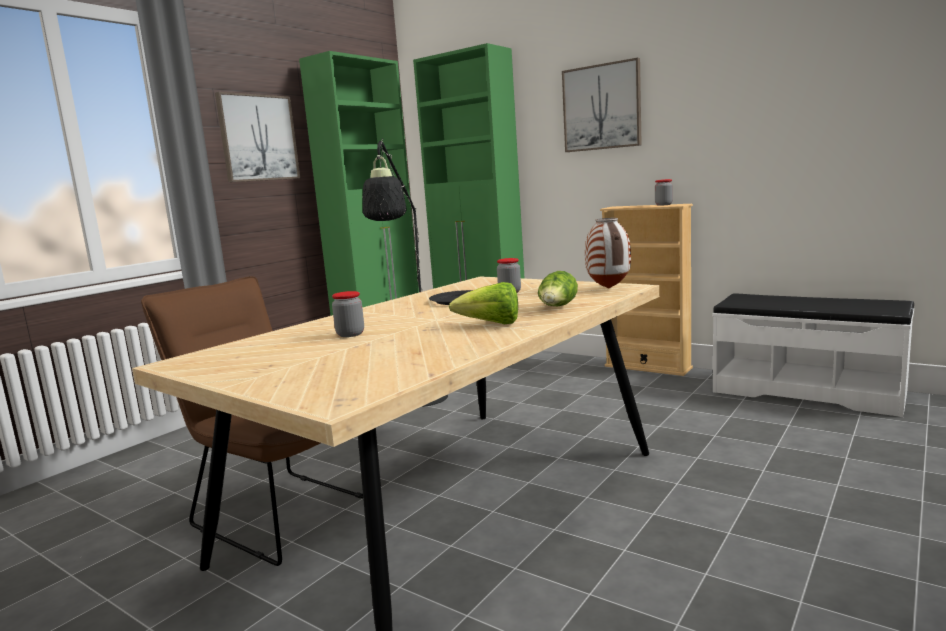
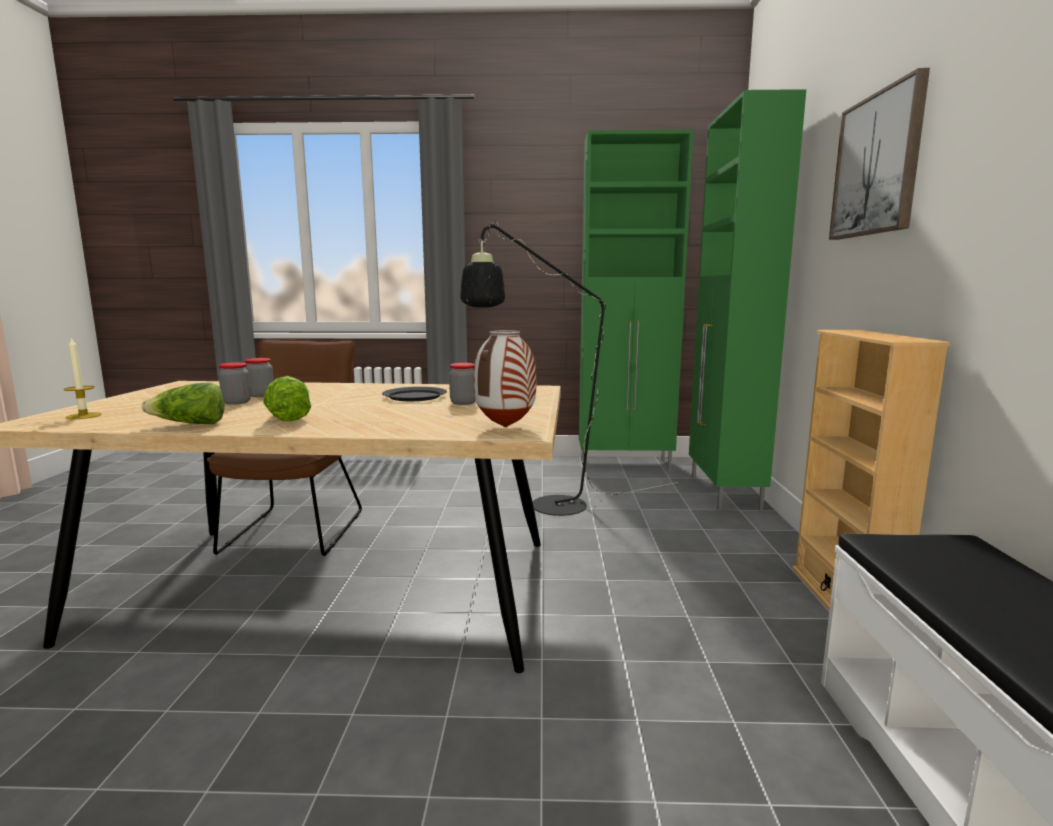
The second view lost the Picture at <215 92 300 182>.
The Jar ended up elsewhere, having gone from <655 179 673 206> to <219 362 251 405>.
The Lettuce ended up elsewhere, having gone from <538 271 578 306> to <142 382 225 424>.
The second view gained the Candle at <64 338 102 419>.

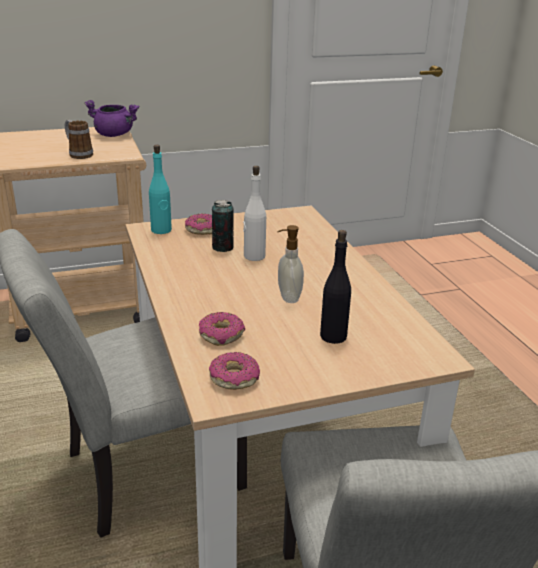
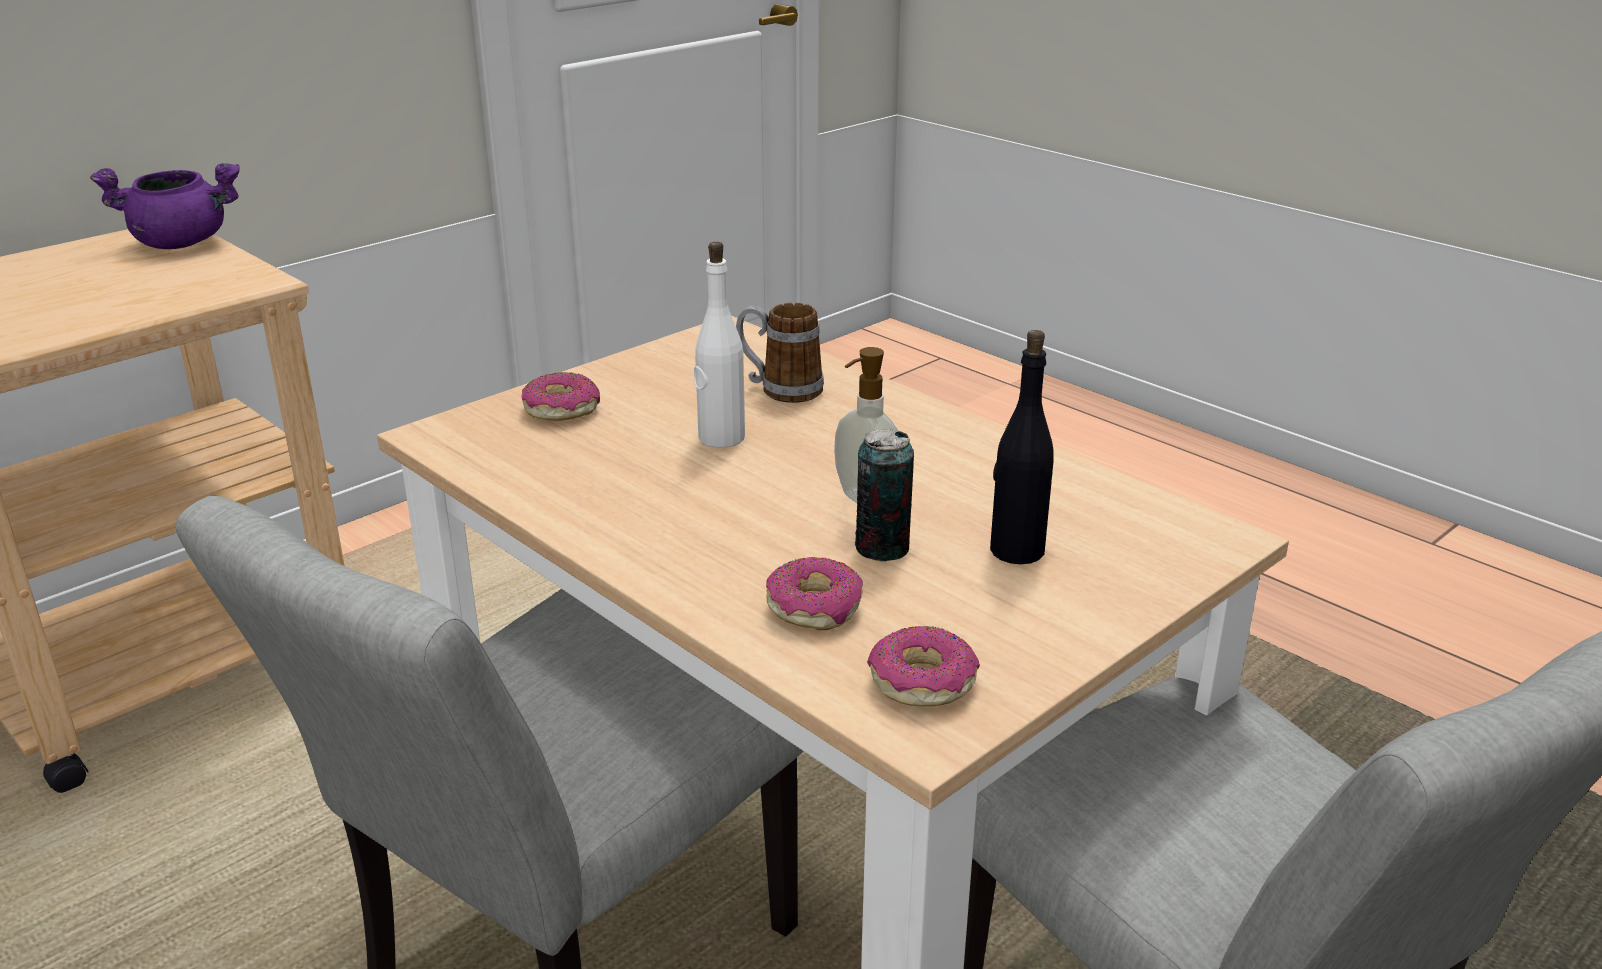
The Mug ended up elsewhere, having gone from <65 120 93 159> to <736 303 824 403>.
The second view lost the TurquoiseBottle at <149 145 172 234>.
The Can ended up elsewhere, having gone from <212 200 234 252> to <855 428 914 561>.

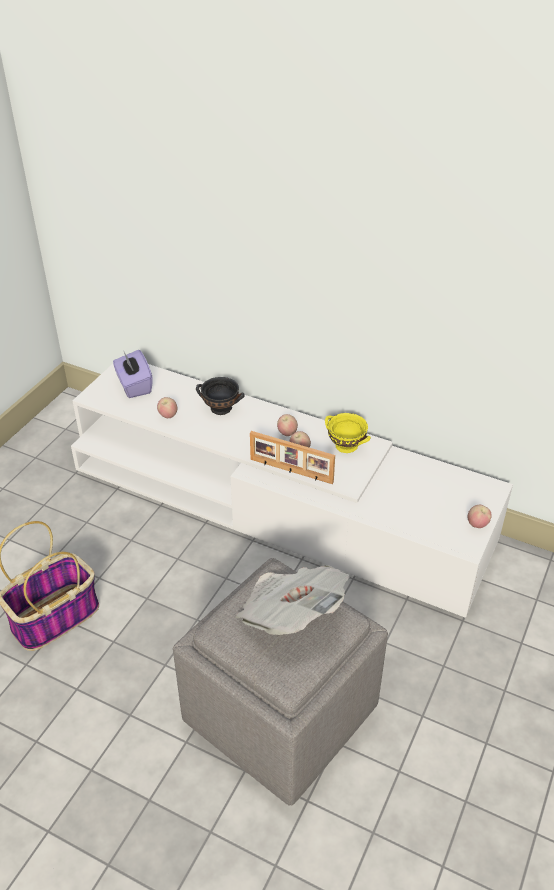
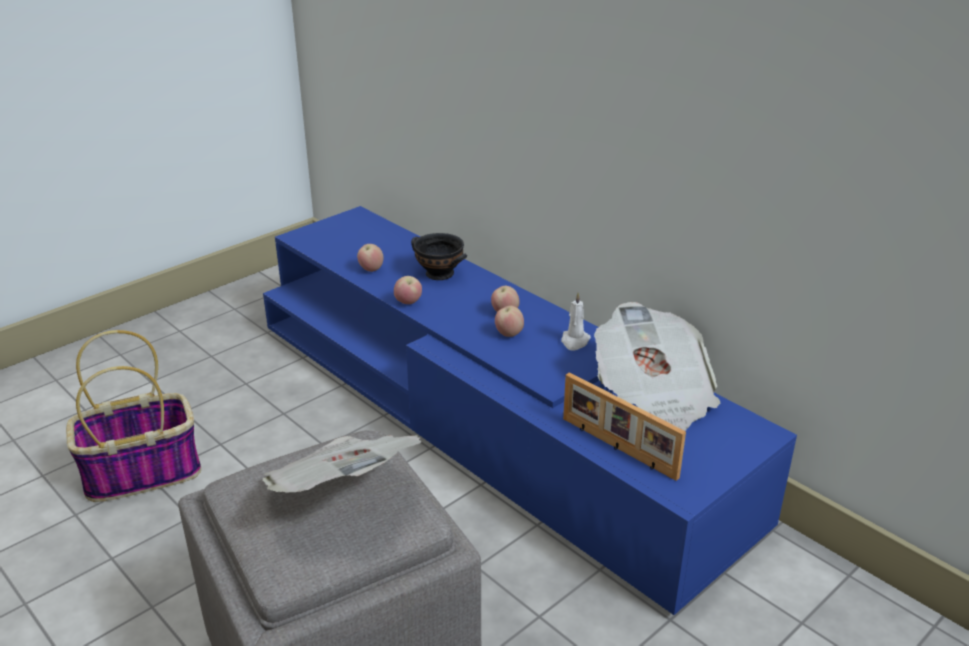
The second view lost the PurpleTissueBox at <113 350 153 398>.
What was the WhiteTvStand at <71 356 513 618> turned into the BlueTvStand at <263 206 797 615>.
Where the YellowBowl stood at <325 413 371 453>, the WhiteCandle came to stand at <561 292 591 351>.
The PictureFrame ended up elsewhere, having gone from <250 431 335 484> to <563 372 686 481>.
The Apple ended up elsewhere, having gone from <468 505 492 528> to <394 276 422 304>.
The second view gained the Newspaper at <594 302 720 431>.

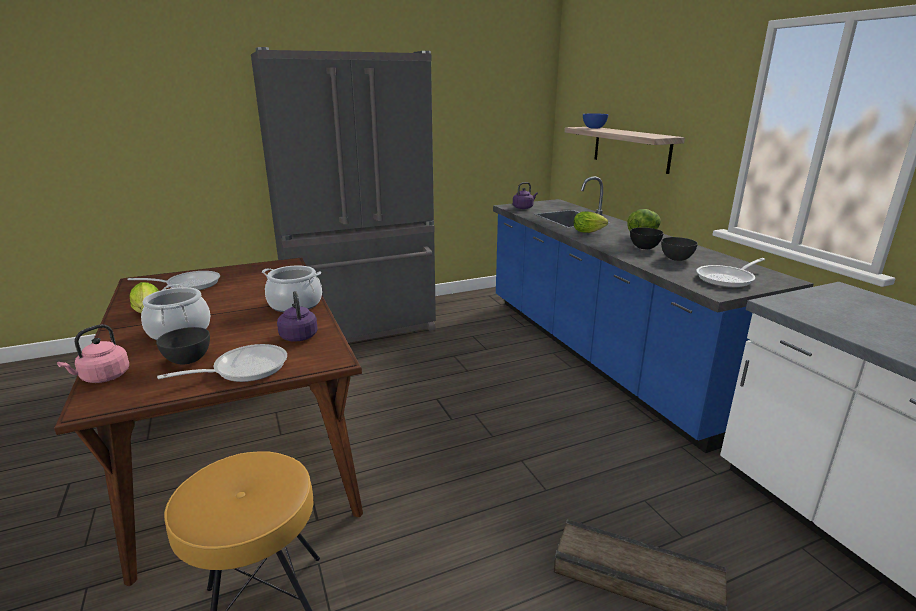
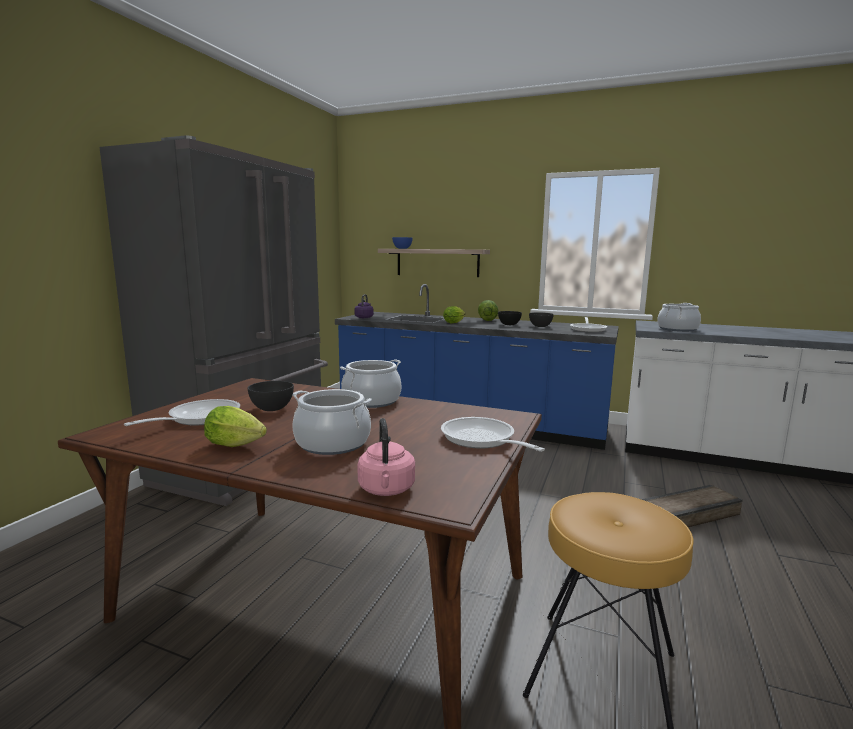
The second view lost the PurpleKettle at <277 291 318 342>.
The GreyBowl ended up elsewhere, having gone from <156 327 210 365> to <247 381 294 411>.
The FryingPan at <157 344 287 382> ended up facing another way, 45 degrees counterclockwise from before.
The second view gained the CookingPot at <657 303 701 332>.

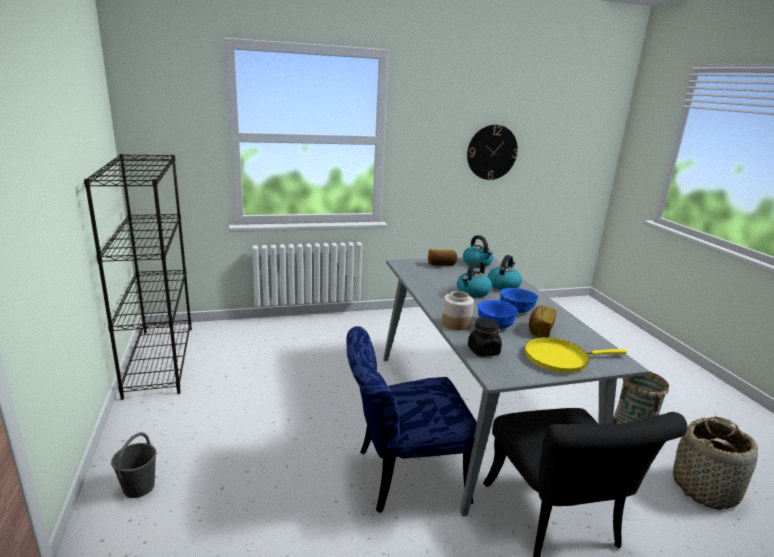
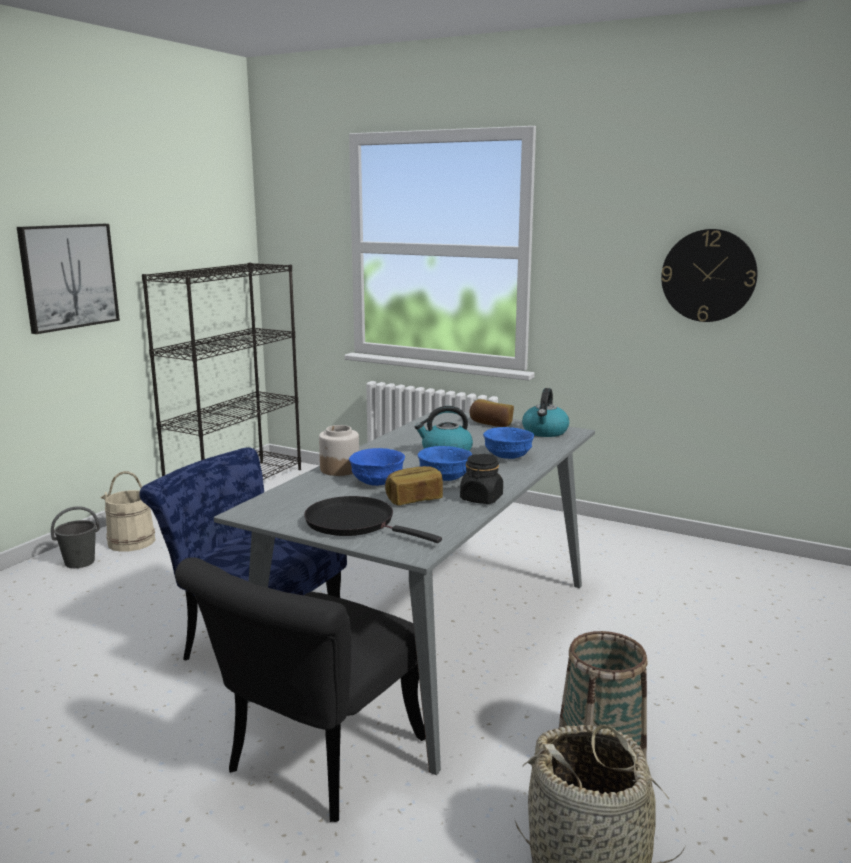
Where the Kettle stood at <488 255 522 290>, the BlueBowl came to stand at <483 427 534 459>.
The BlackJar ended up elsewhere, having gone from <468 317 502 357> to <460 454 503 504>.
What was the YellowFryingPan at <525 337 627 372> turned into the BlackFryingPan at <304 496 442 543>.
The second view gained the Picture at <17 224 120 334>.
The second view gained the BeigeBucket at <101 471 156 552>.

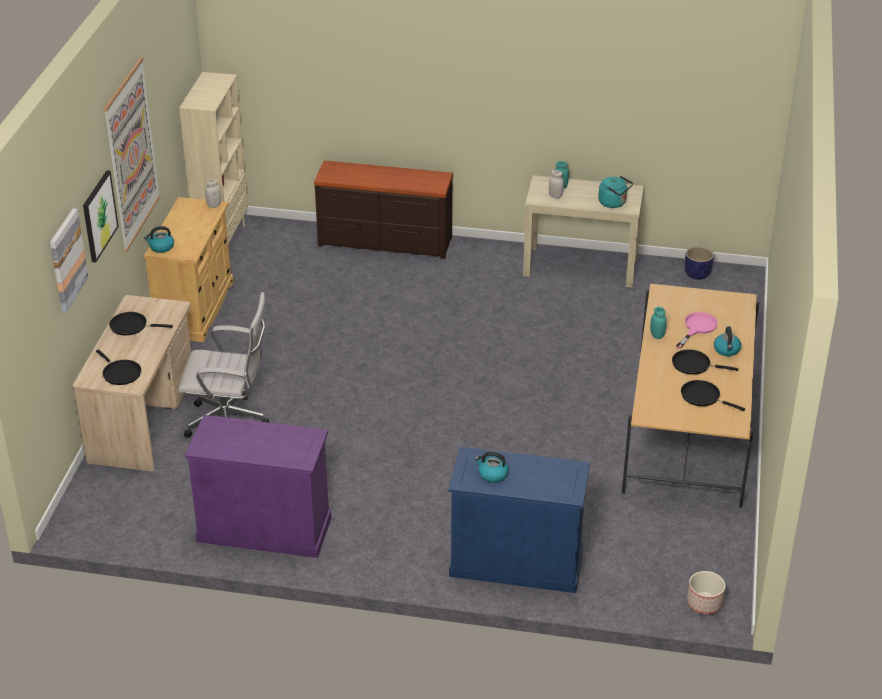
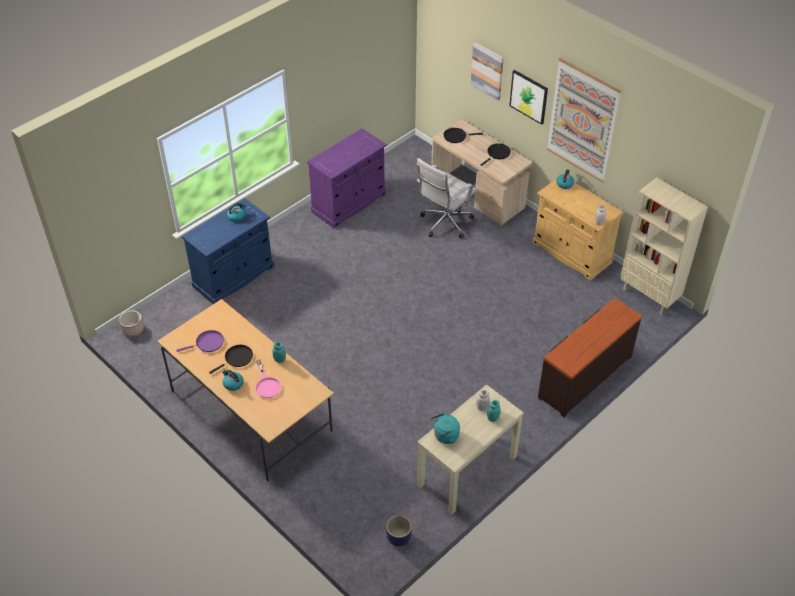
What was the BlackFryingPan at <681 380 745 411> turned into the PurpleFryingPan at <176 330 224 352>.

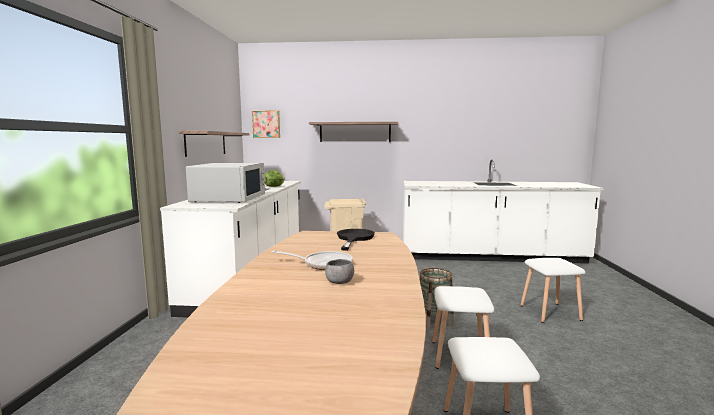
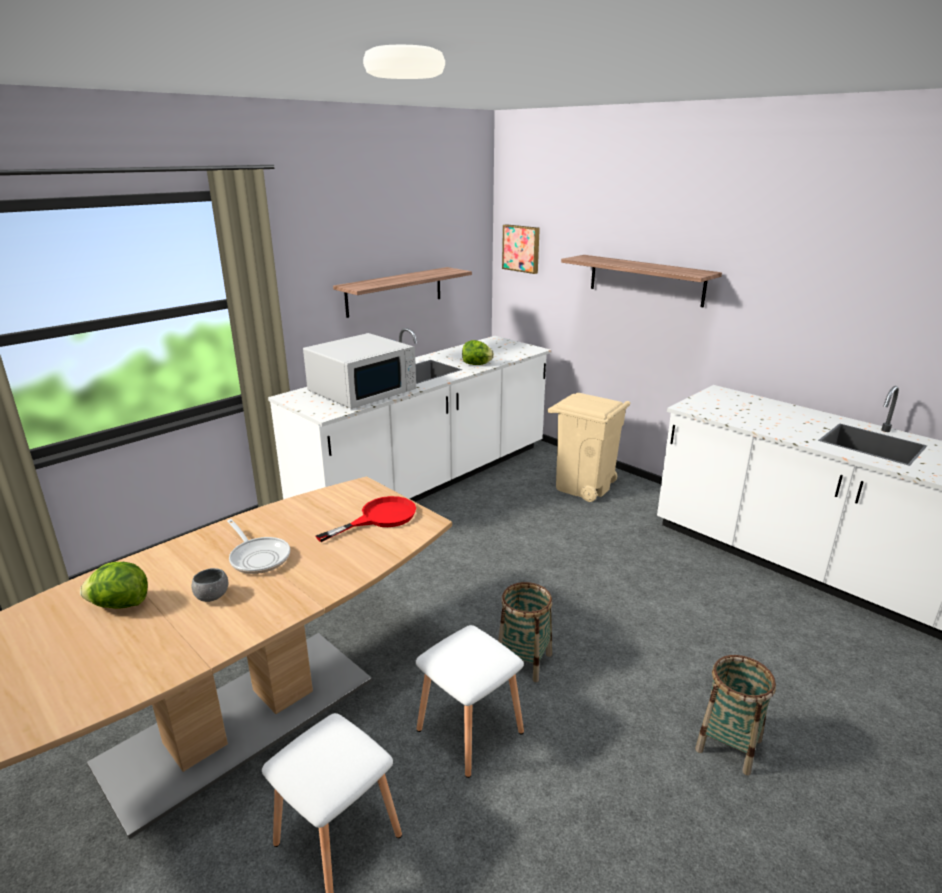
What was the BlackFryingPan at <337 229 375 251> turned into the RedFryingPan at <316 496 416 542>.
Where the WhiteStool stood at <520 258 586 323>, the Basket came to stand at <695 655 776 775>.
The second view gained the Lettuce at <80 562 148 609>.

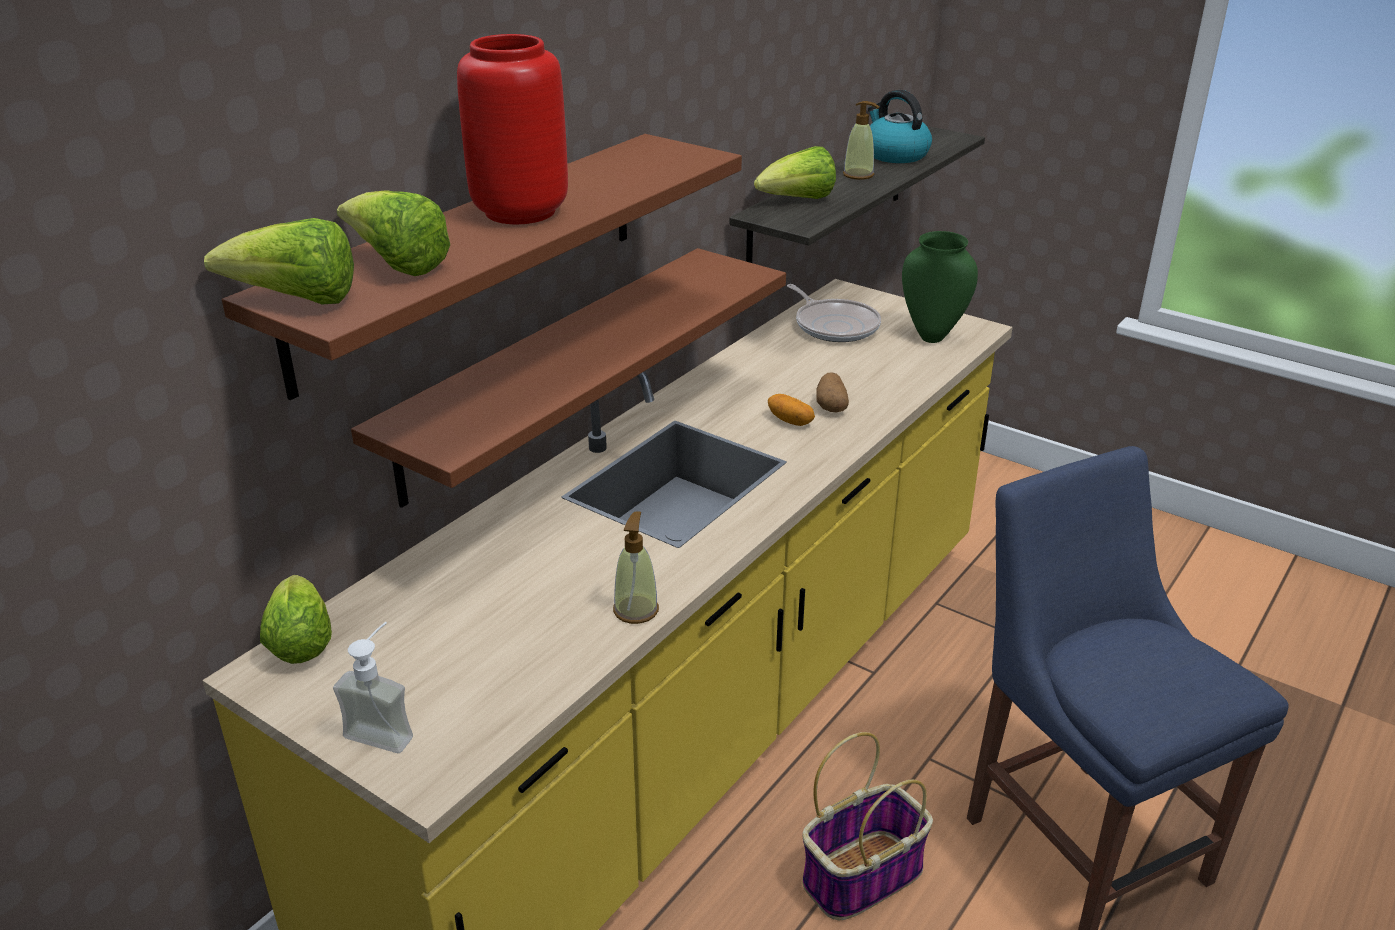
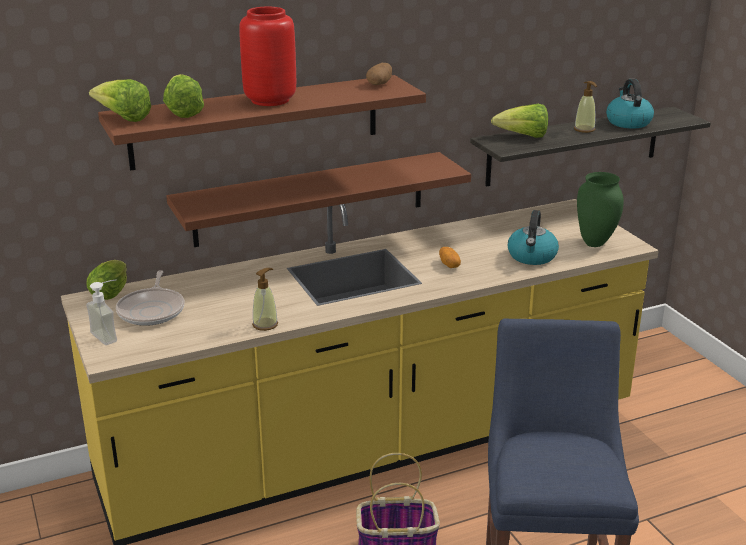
The FryingPan ended up elsewhere, having gone from <787 284 881 342> to <116 270 185 326>.
The Potato ended up elsewhere, having gone from <816 372 849 412> to <366 63 392 85>.
The second view gained the Kettle at <508 210 559 265>.

